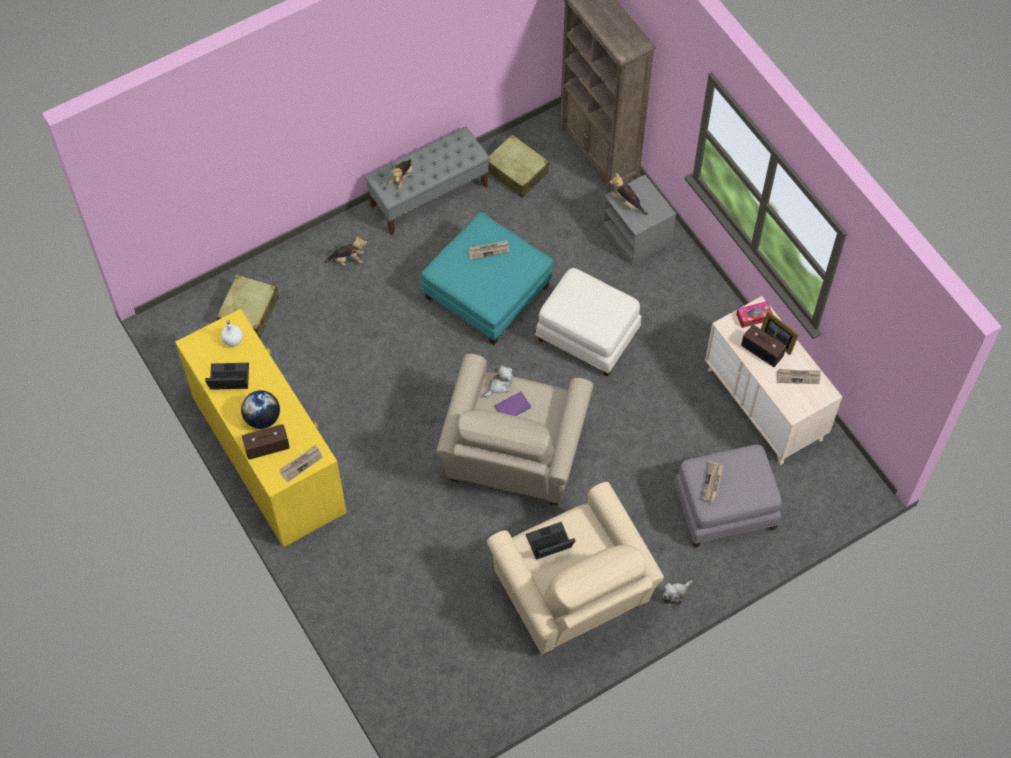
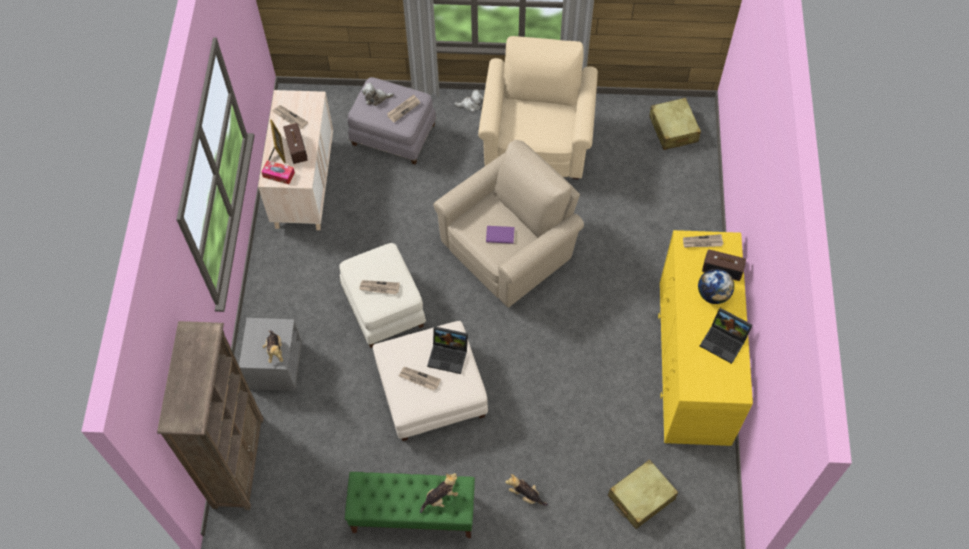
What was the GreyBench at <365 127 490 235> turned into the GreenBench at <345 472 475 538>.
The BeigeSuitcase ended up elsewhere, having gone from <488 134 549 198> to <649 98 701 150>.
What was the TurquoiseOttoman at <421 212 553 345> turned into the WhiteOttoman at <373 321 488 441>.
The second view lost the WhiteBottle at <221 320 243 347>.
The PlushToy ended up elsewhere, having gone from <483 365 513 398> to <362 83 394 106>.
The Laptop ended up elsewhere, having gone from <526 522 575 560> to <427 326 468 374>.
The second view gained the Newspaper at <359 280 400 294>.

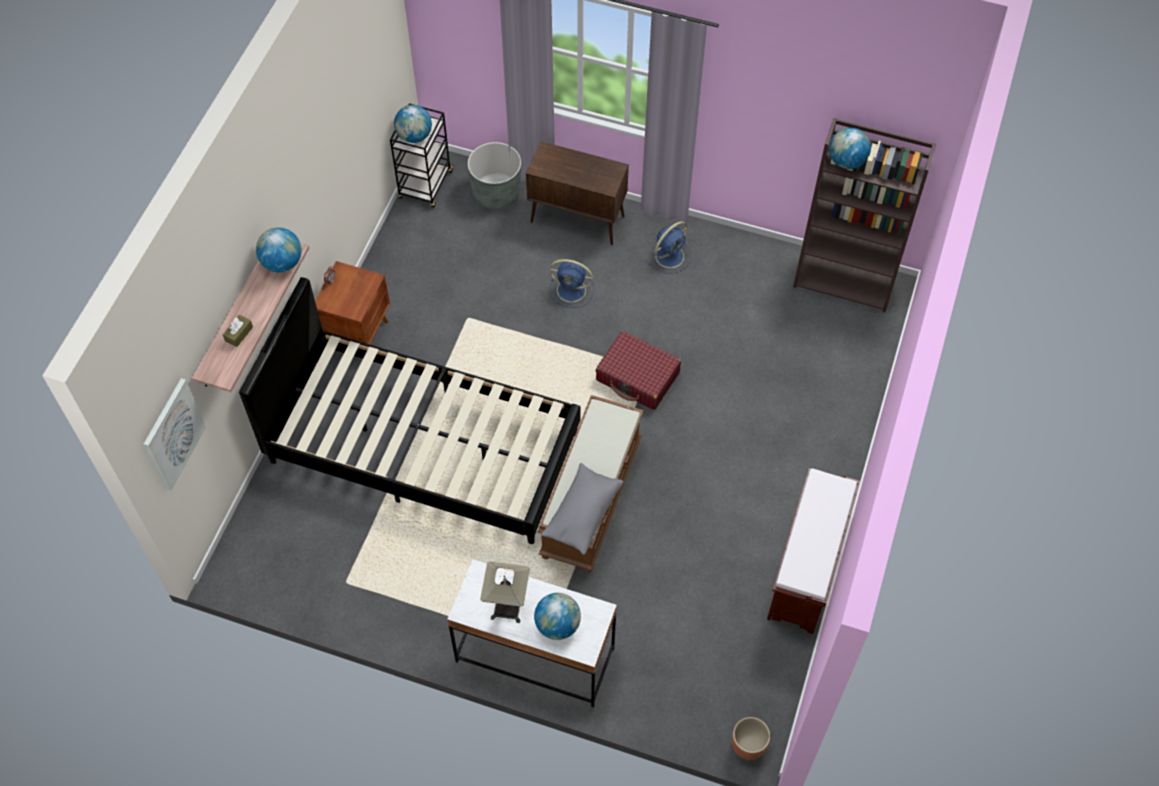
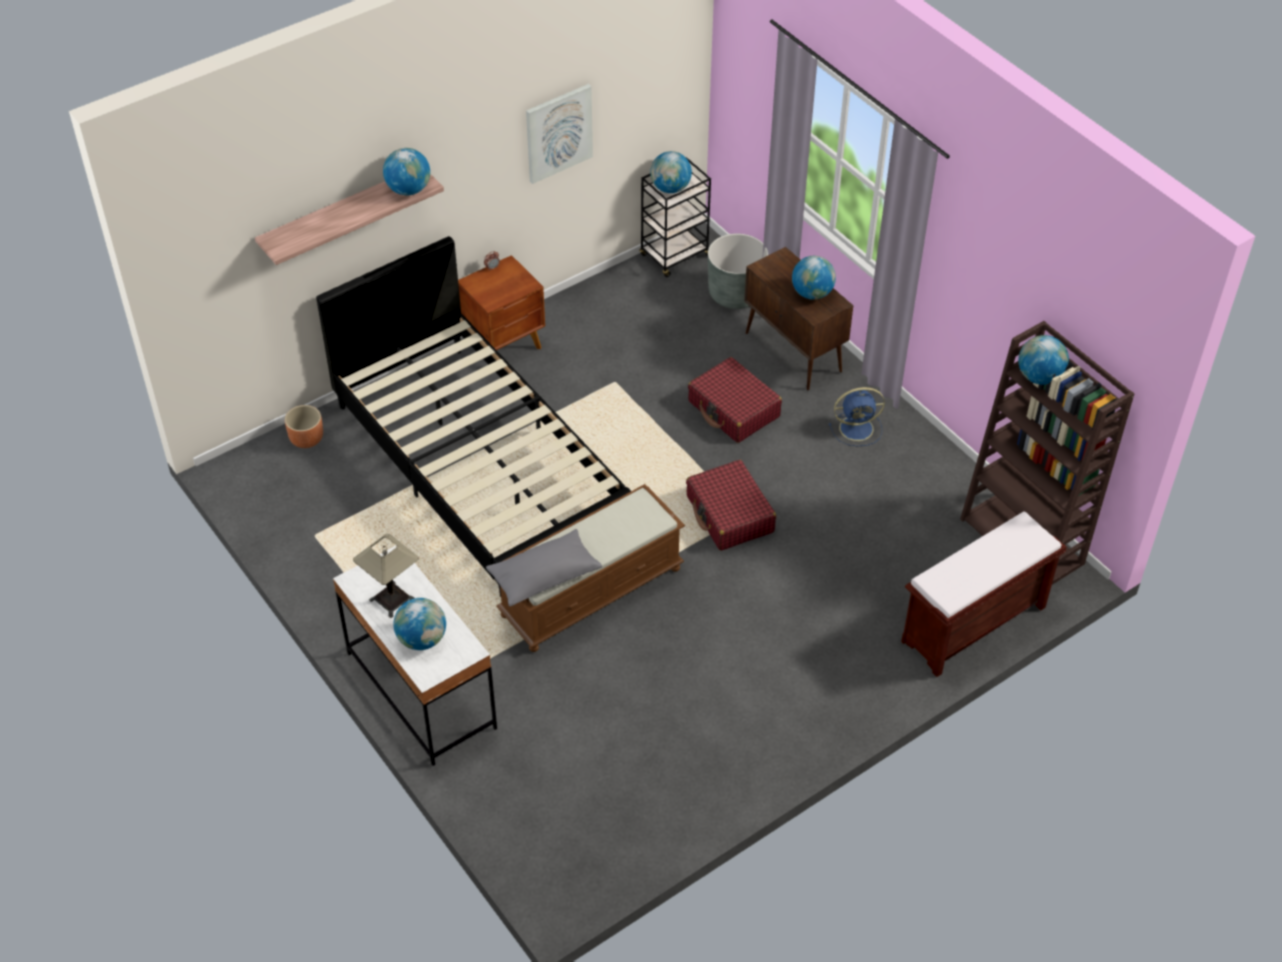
Where the BlueFan stood at <550 259 594 308>, the RedSuitcase came to stand at <688 357 782 443>.
The second view lost the BrownTissueBox at <223 315 253 347>.
The Picture ended up elsewhere, having gone from <144 378 206 491> to <526 84 593 184>.
The BrownBench ended up elsewhere, having gone from <767 468 860 634> to <901 511 1066 677>.
The BrownPlanter ended up elsewhere, having gone from <732 717 770 760> to <285 405 323 448>.
The second view gained the Globe at <792 256 836 300>.

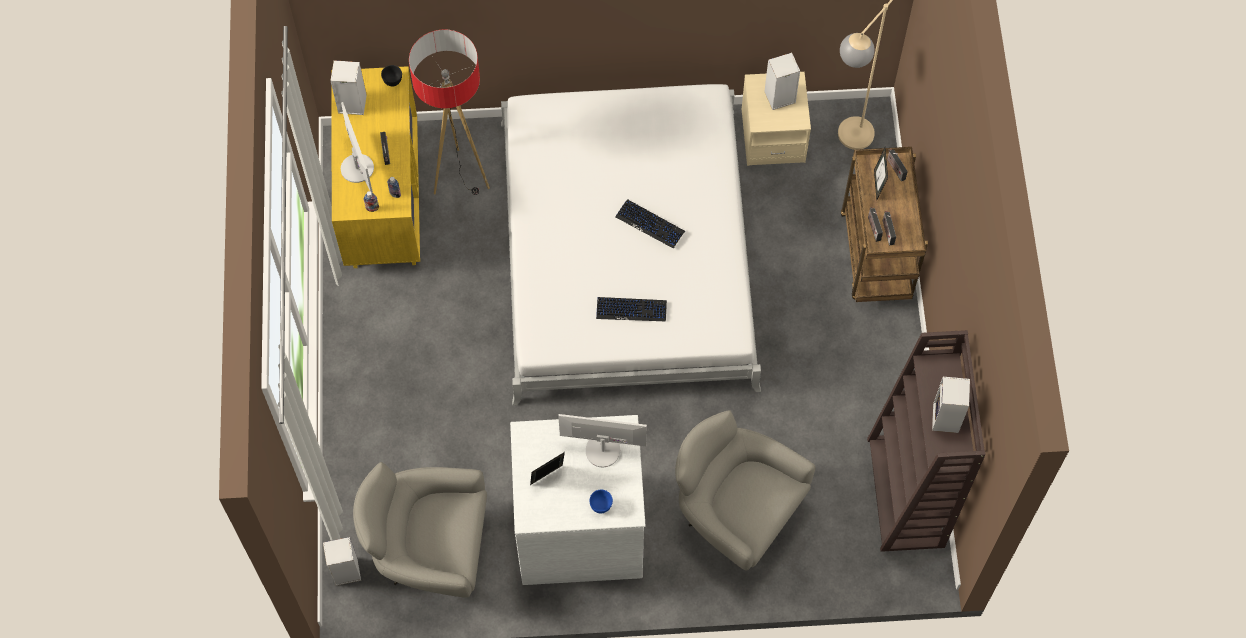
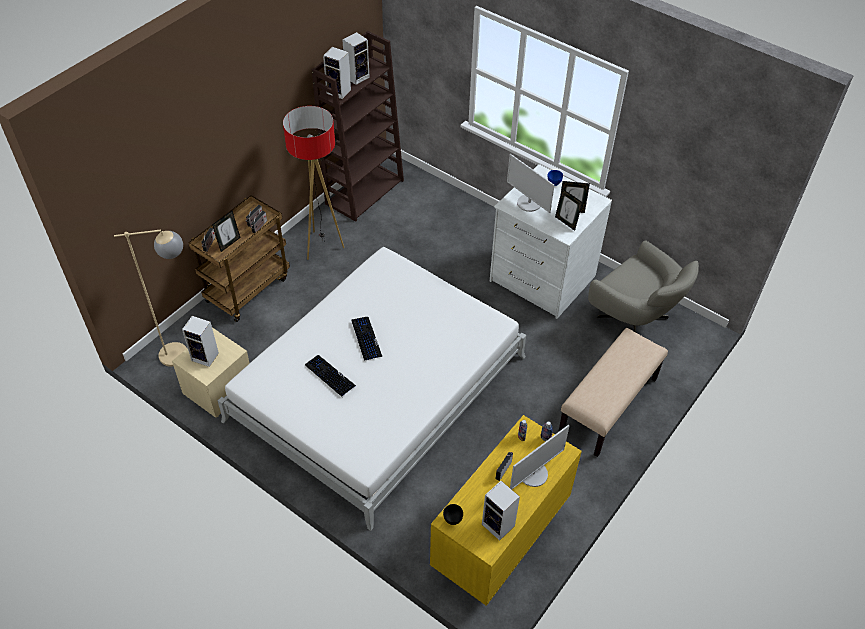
The FloorLamp ended up elsewhere, having gone from <409 29 490 195> to <283 106 344 260>.
The Monitor at <341 102 374 193> ended up facing another way, 150 degrees counterclockwise from before.
The Keyboard ended up elsewhere, having gone from <596 297 667 321> to <305 355 356 397>.
The second view lost the GreyArmchair at <675 410 816 571>.
The Speaker ended up elsewhere, having gone from <323 537 361 586> to <323 47 351 99>.
The second view gained the PictureFrame at <555 189 583 231>.
The second view gained the BeigeBench at <558 328 668 457>.

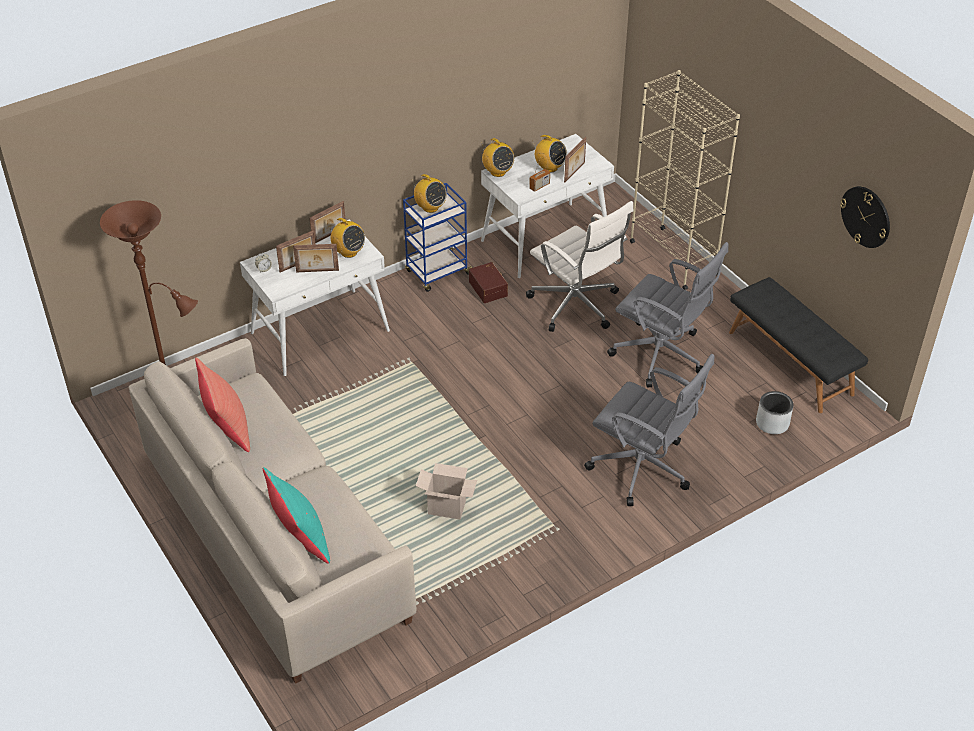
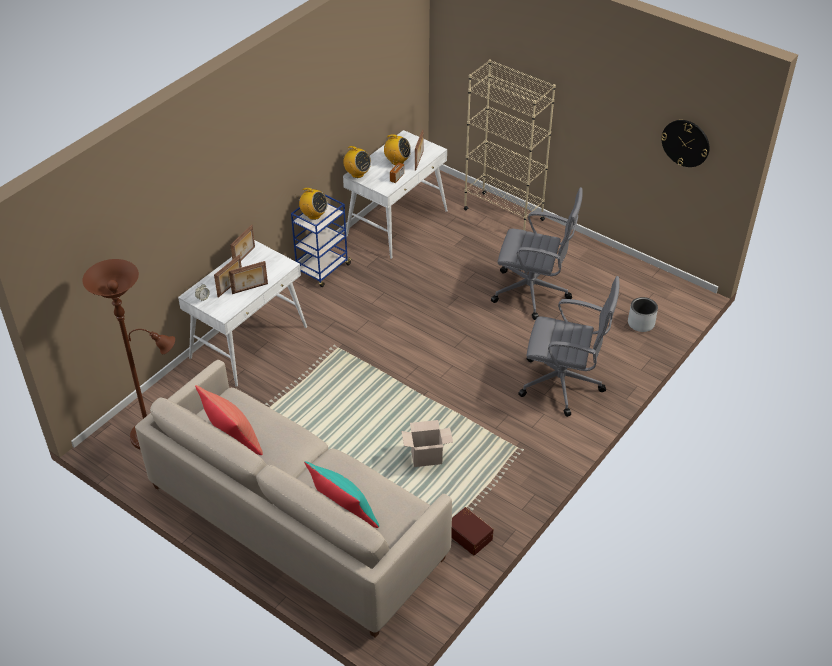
The second view lost the WhiteOfficeChair at <526 201 633 332>.
The second view lost the Radio at <330 218 365 258>.
The BrownStorageBox ended up elsewhere, having gone from <469 262 508 303> to <451 507 493 556>.
The second view lost the BlackBench at <729 277 868 413>.

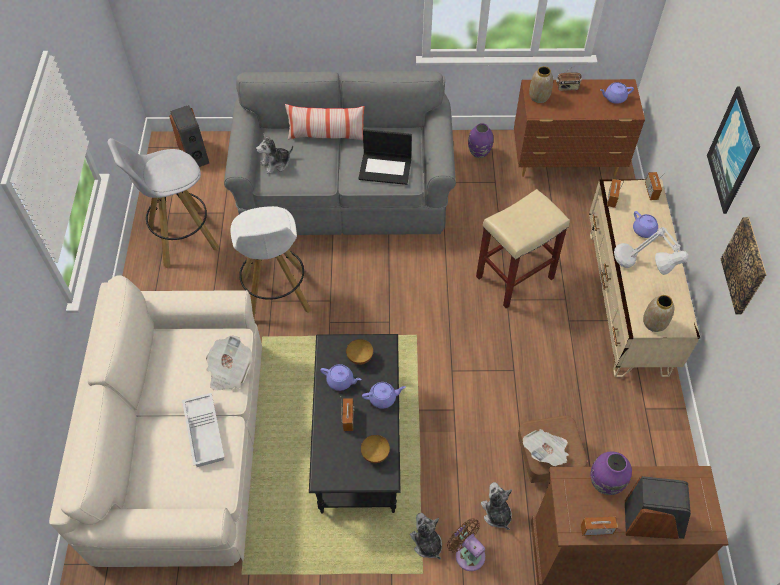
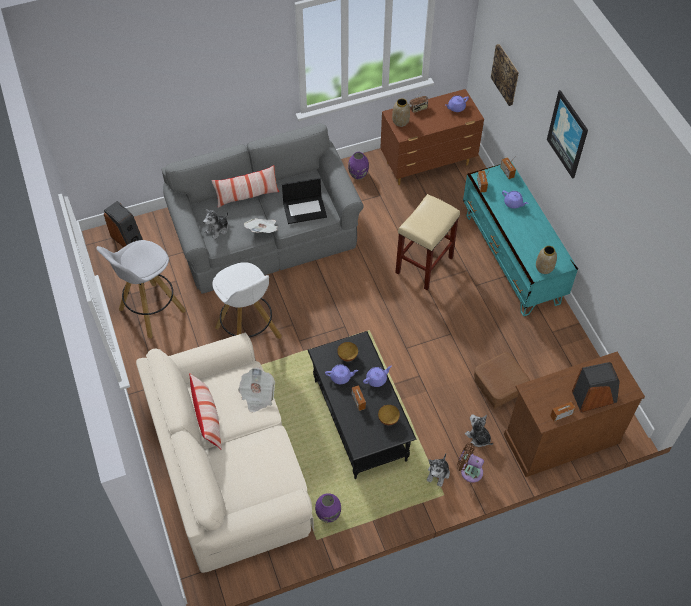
What was the BeigeTvStand at <589 179 700 377> turned into the TurquoiseTvStand at <463 161 578 316>.
The Picture ended up elsewhere, having gone from <721 217 767 314> to <491 44 519 106>.
The second view lost the GreyTableLamp at <614 227 689 275>.
The second view lost the WhiteTray at <182 393 224 467>.
The Newspaper ended up elsewhere, having gone from <523 429 569 466> to <244 218 277 233>.
The PurpleVase ended up elsewhere, having gone from <590 451 632 495> to <315 493 341 523>.
The PlushToy at <410 513 442 559> ended up facing another way, 105 degrees counterclockwise from before.
The second view gained the Pillow at <189 373 222 450>.

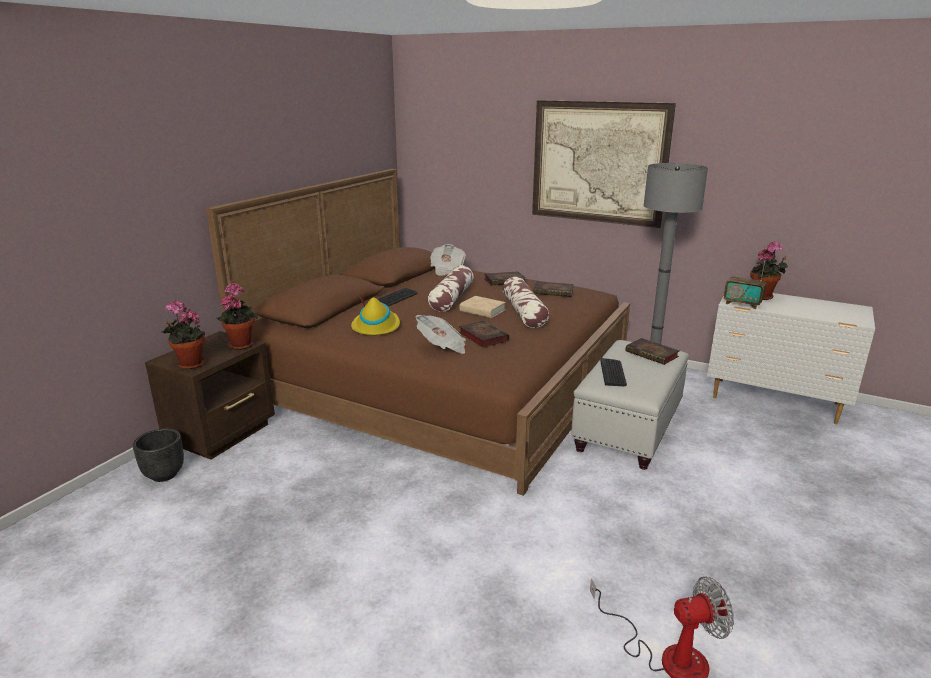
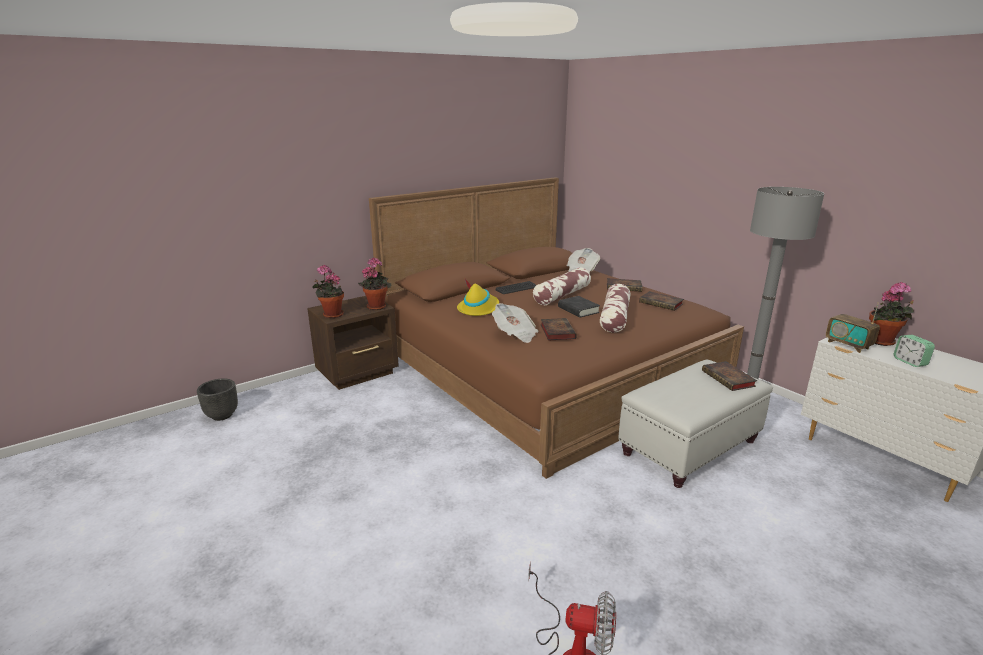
The second view lost the Picture at <532 100 676 228>.
What was the BeigeBook at <460 296 506 318> turned into the BlackBook at <558 296 600 318>.
The second view lost the Keyboard at <600 358 627 386>.
The BlackPlanter ended up elsewhere, having gone from <133 429 184 482> to <197 378 238 421>.
The second view gained the AlarmClock at <893 335 935 367>.

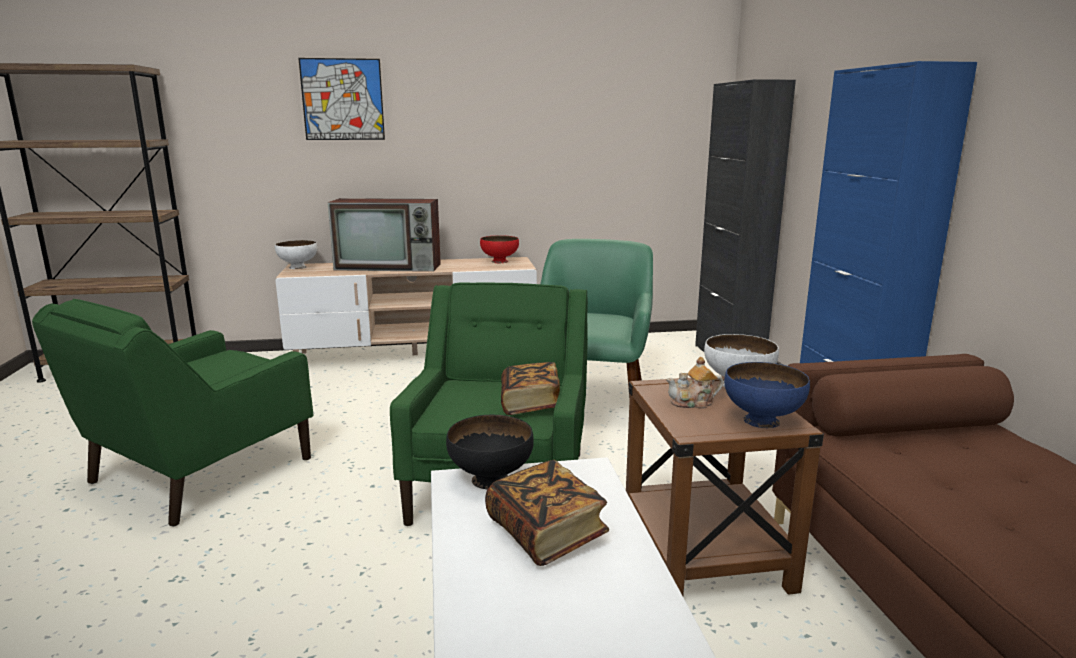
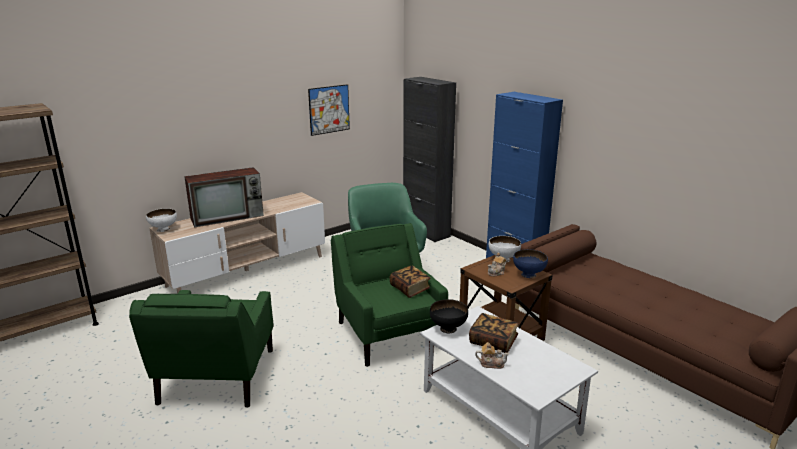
The Picture ended up elsewhere, having gone from <298 58 385 140> to <308 84 350 136>.
The second view lost the RedBowl at <480 235 519 263>.
The second view gained the Teapot at <475 342 509 369>.

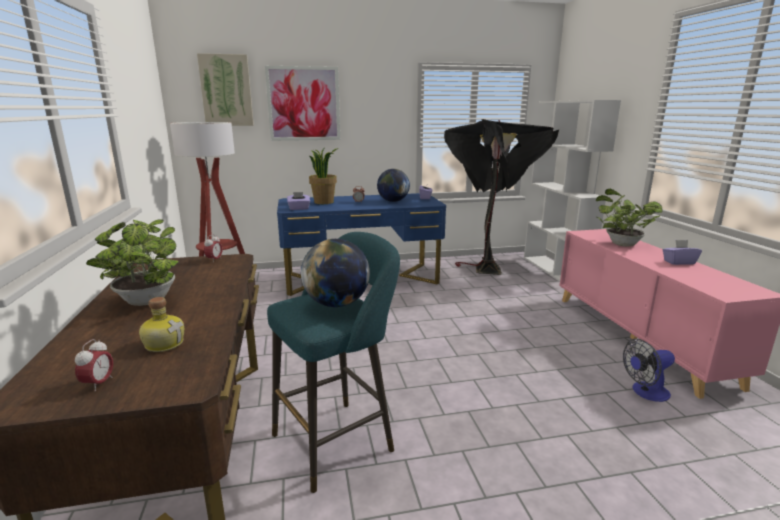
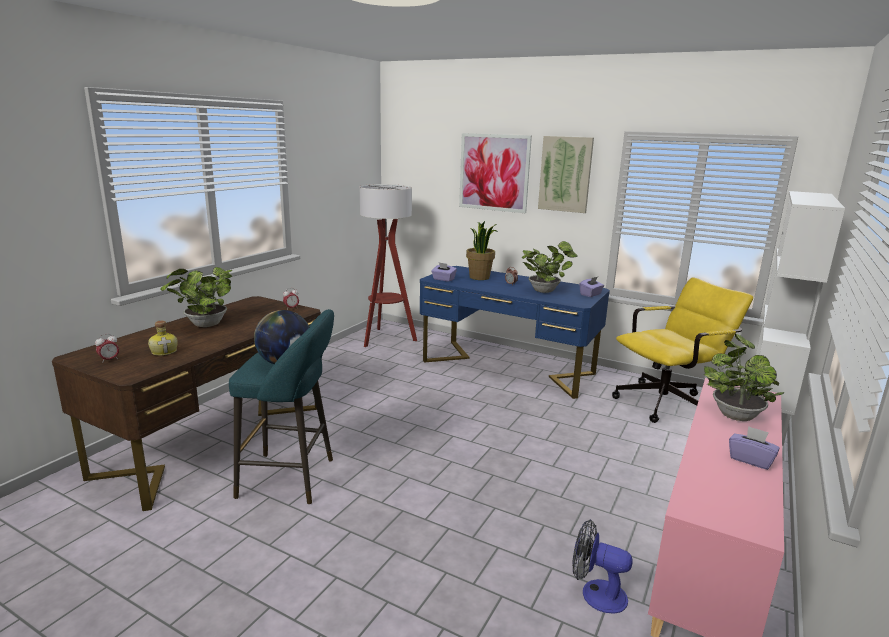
The Picture ended up elsewhere, having gone from <197 53 254 126> to <538 136 594 213>.
Where the BlackFloorLamp stood at <444 119 559 275>, the YellowOfficeChair came to stand at <612 278 753 423>.
Where the Globe stood at <377 169 410 202>, the PottedPlant came to stand at <522 241 577 293>.

